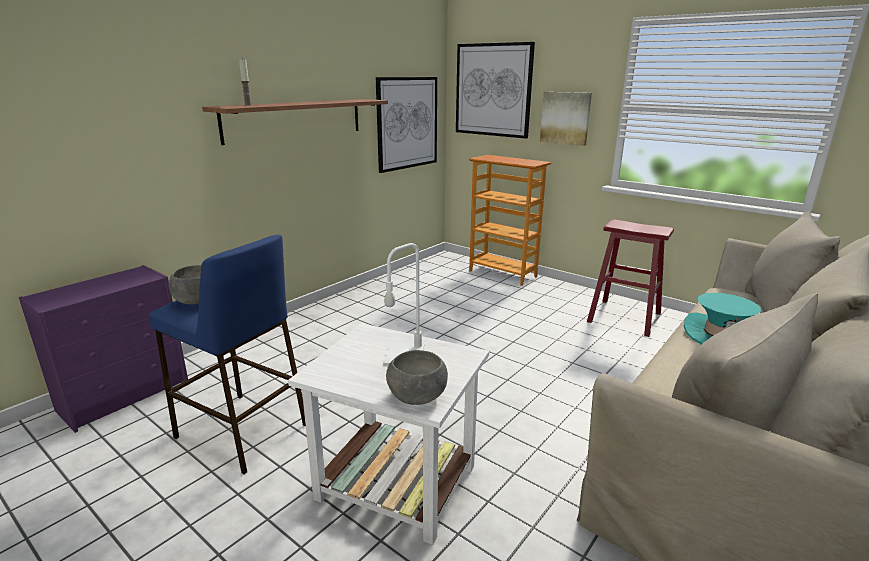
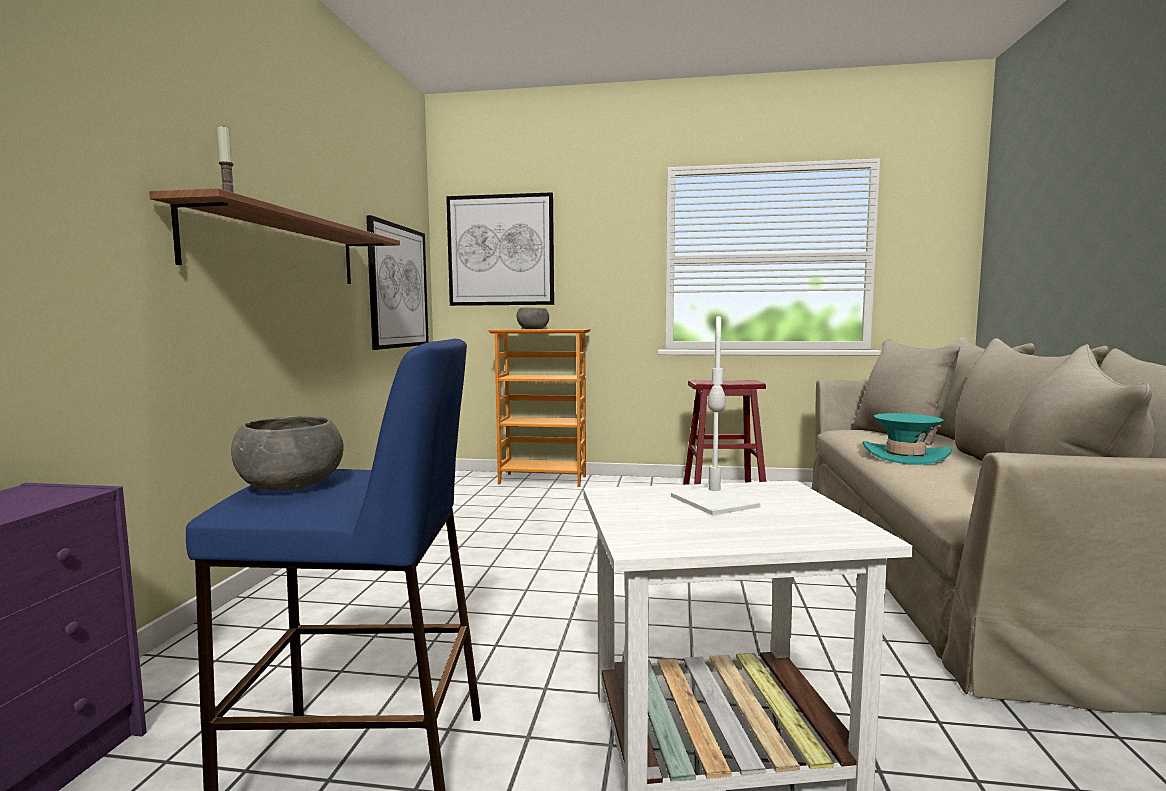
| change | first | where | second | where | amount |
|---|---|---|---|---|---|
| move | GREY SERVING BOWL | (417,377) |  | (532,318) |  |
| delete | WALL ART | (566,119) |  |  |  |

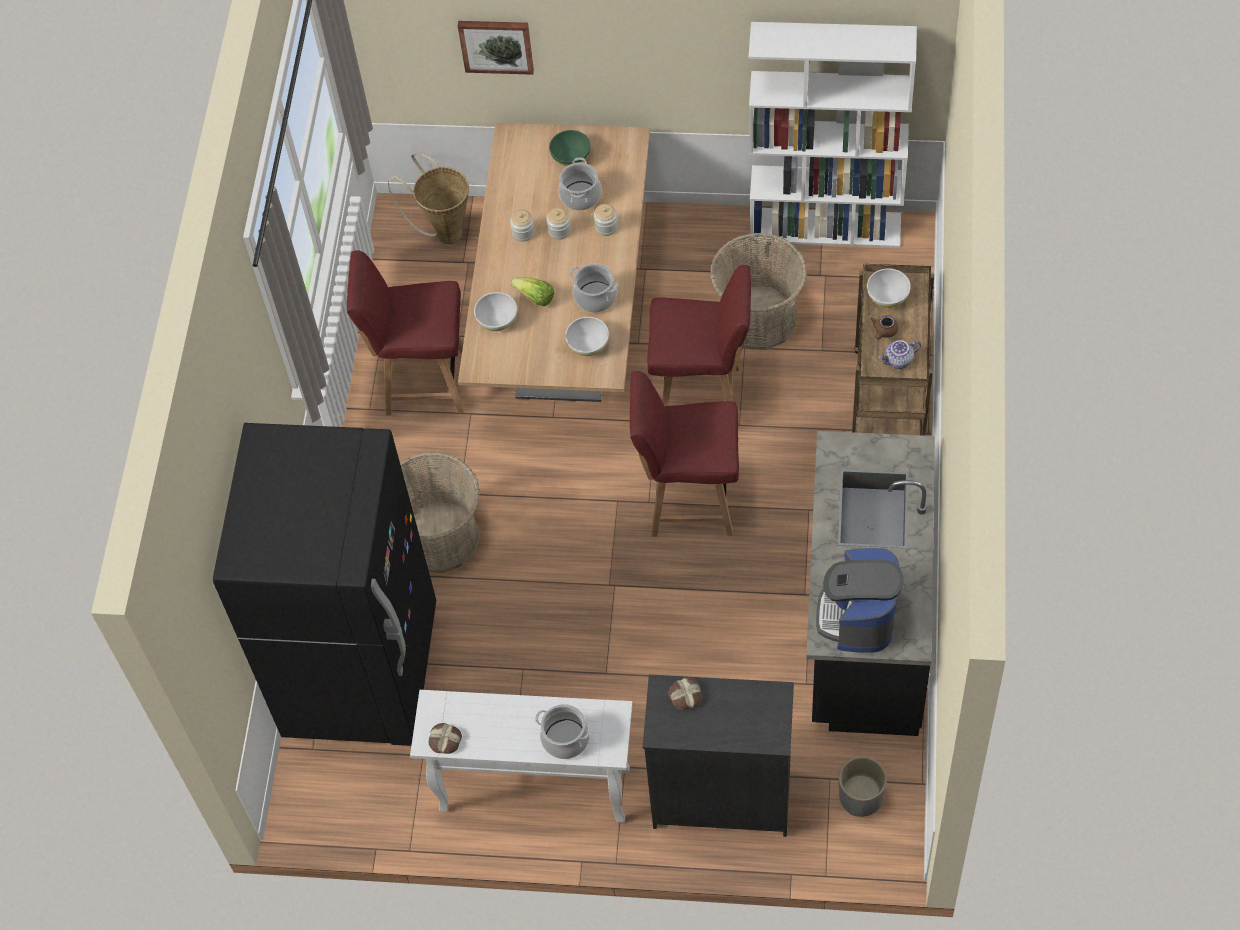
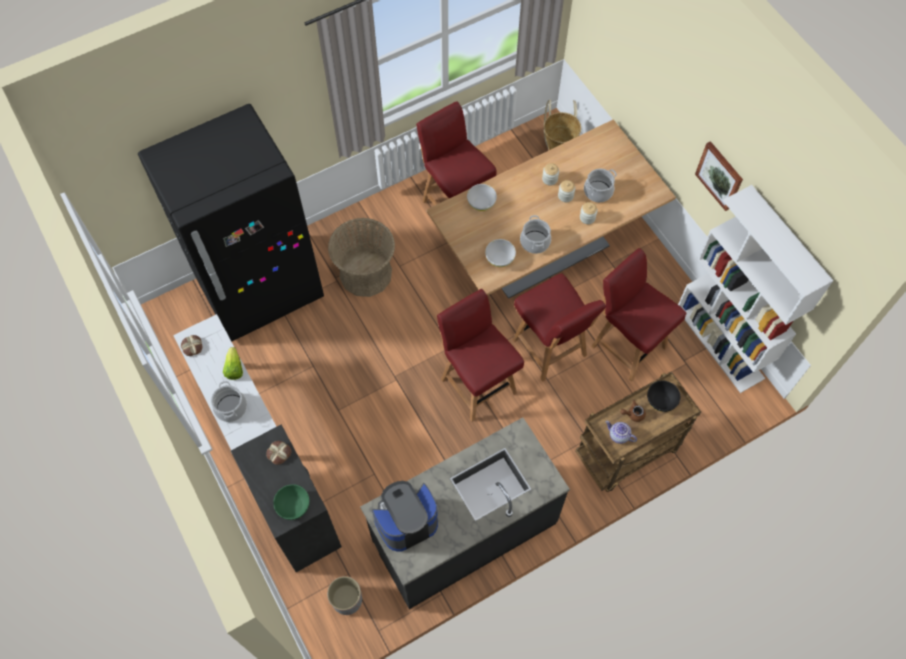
| change | first | where | second | where | amount |
|---|---|---|---|---|---|
| move | WALL ART | (496,48) |  | (719,176) |  |
| move | LETTUCE HEAD | (532,291) |  | (233,363) |  |
| move | GREEN SERVING BOWL | (570,148) |  | (291,502) |  |
| replace | HOUSEHOLD BASKET | (758,291) | RED CHAIR | (638,315) |  |
| recolor | WHITE SERVING BOWL | (889,288) | BLACK-COLOURED SERVING BOWL | (663,396) |  |

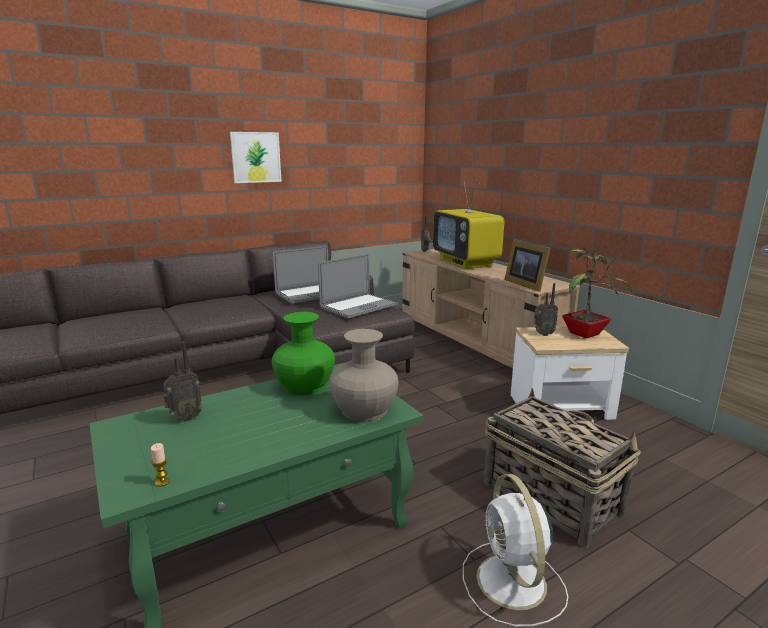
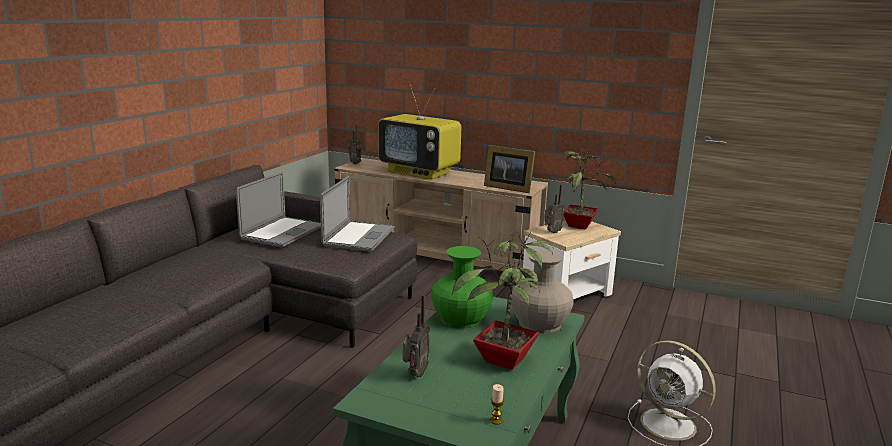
| change | first | where | second | where | amount |
|---|---|---|---|---|---|
| delete | WALL ART | (256,157) |  |  |  |
| delete | HOUSEHOLD BASKET | (562,468) |  |  |  |
| insert |  |  | PLANT IN A POT | (503,300) |  |

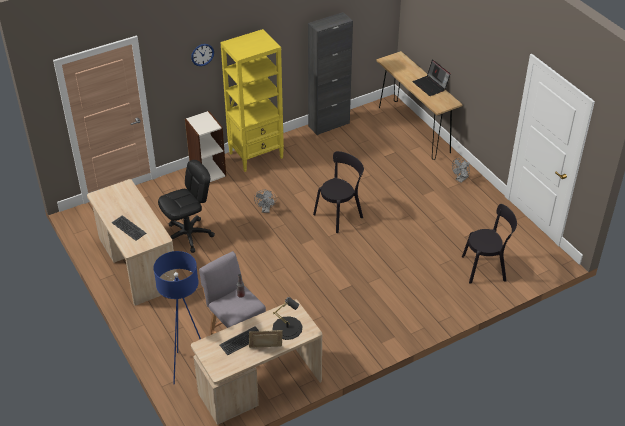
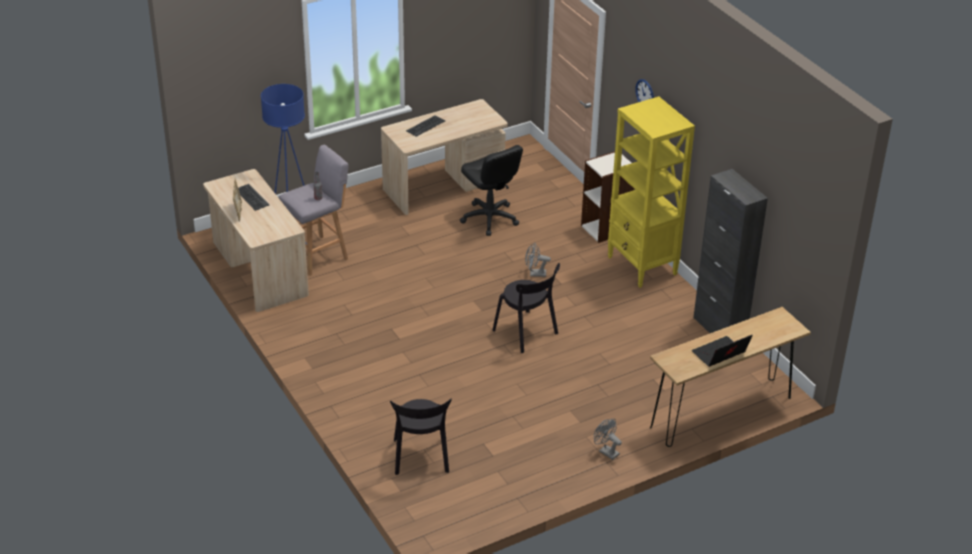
| change | first | where | second | where | amount |
|---|---|---|---|---|---|
| delete | BLACK-COLOURED TABLE LAMP | (287,318) |  |  |  |

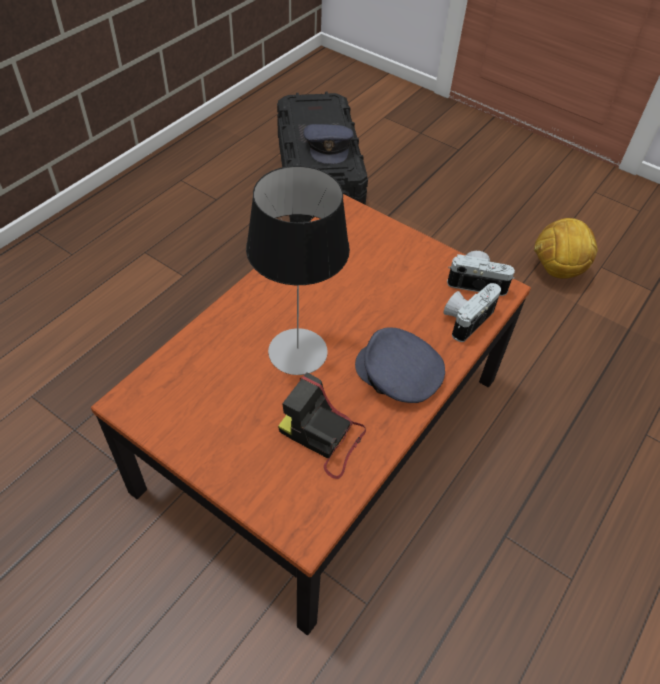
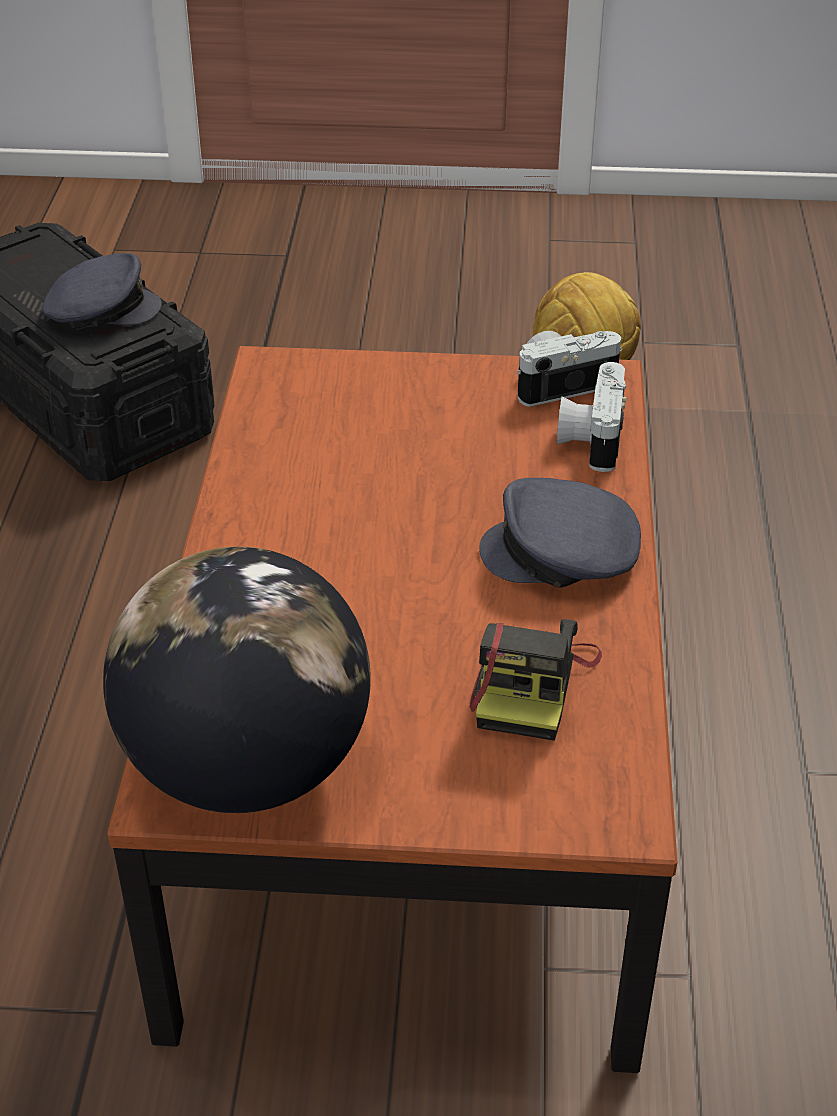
| change | first | where | second | where | amount |
|---|---|---|---|---|---|
| delete | TABLE LAMP | (298,270) |  |  |  |
| rotate | PHOTO CAMERA | (322,425) |  | (535,680) | 75 degrees counterclockwise |
| rotate | GREY PEAKED CAP | (328,144) |  | (102,291) | 60 degrees counterclockwise |
| insert |  |  | DESK GLOBE | (237,680) |  |

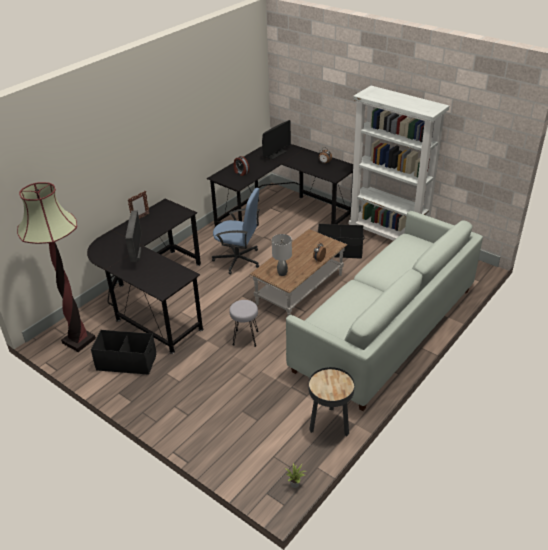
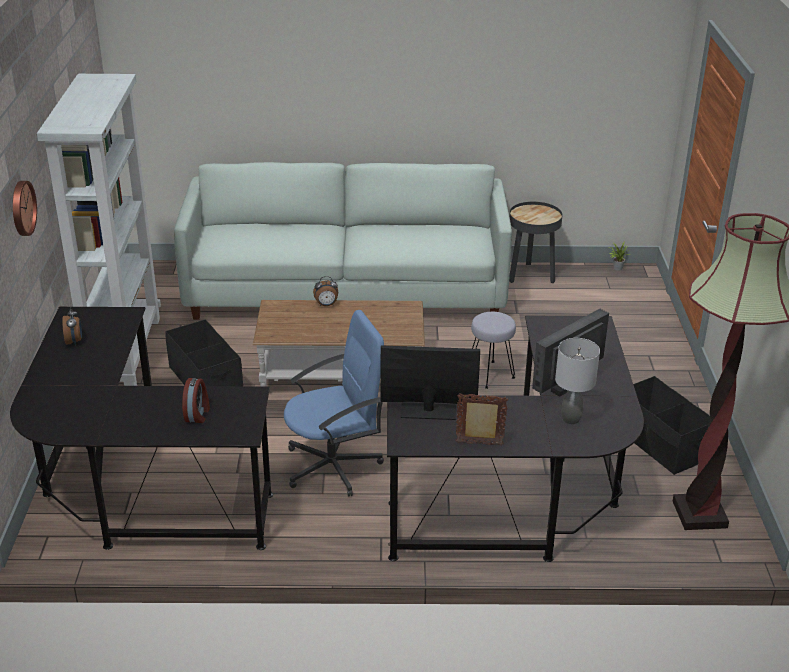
| change | first | where | second | where | amount |
|---|---|---|---|---|---|
| rotate | BLUE COMPUTER CHAIR | (236,231) |  | (334,403) | 90 degrees clockwise |
| move | MONITOR | (276,139) |  | (430,382) |  |
| move | GREY TABLE LAMP | (282,255) |  | (577,381) |  |
| insert |  |  | CLOCK ON THE WALL | (25,208) |  |

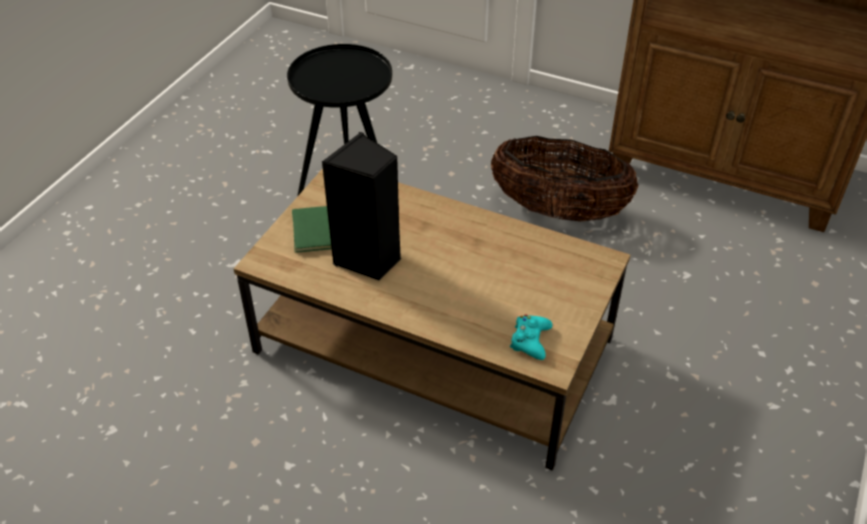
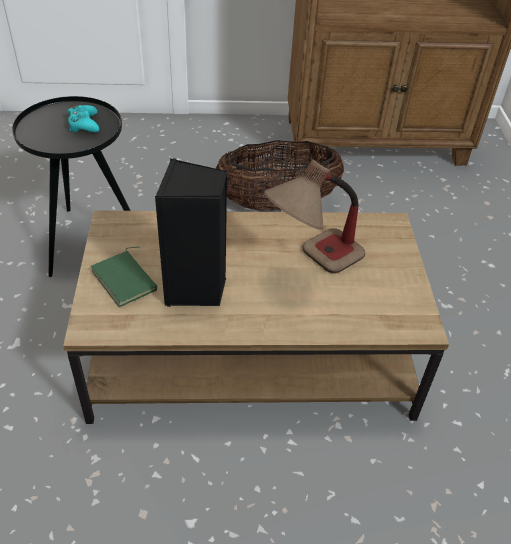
| change | first | where | second | where | amount |
|---|---|---|---|---|---|
| move | TURQUOISE JOYPAD | (531,337) |  | (83,118) |  |
| insert |  |  | TABLE LAMP | (314,216) |  |

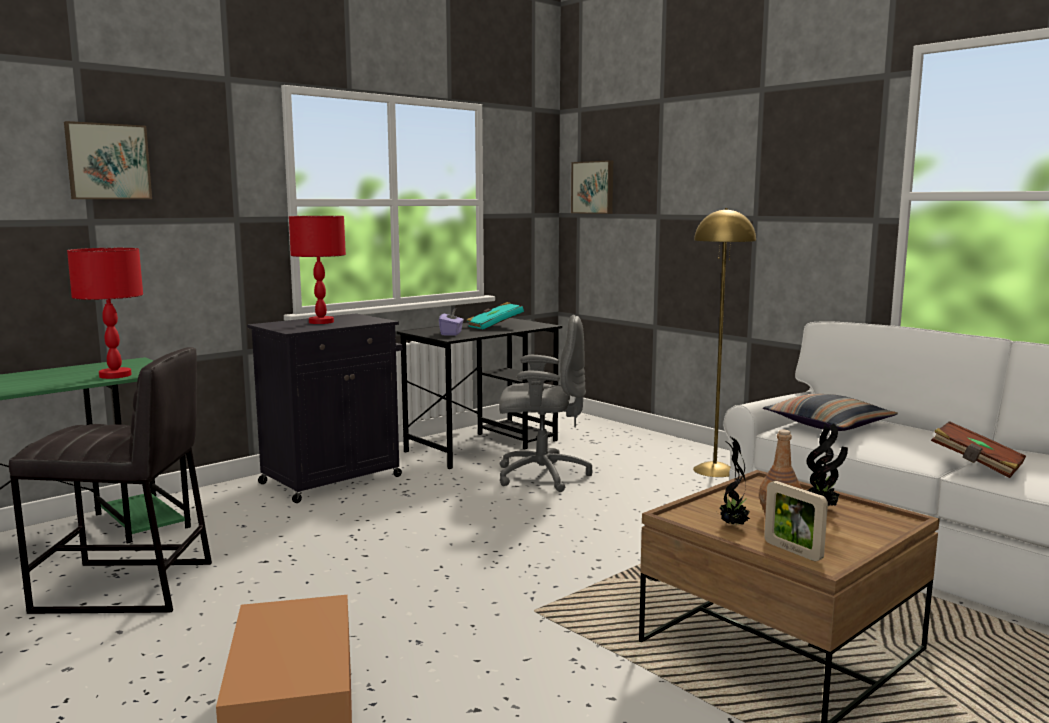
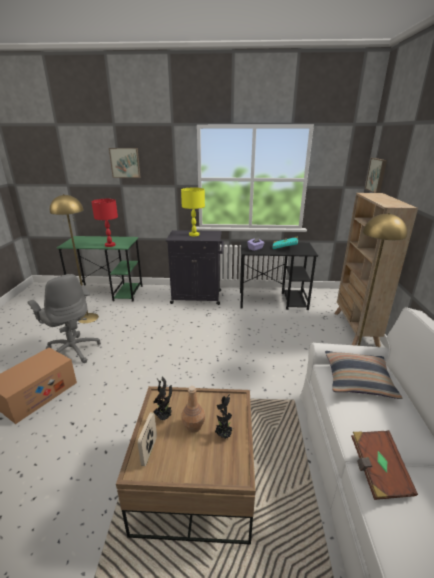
| change | first | where | second | where | amount |
|---|---|---|---|---|---|
| replace | GREY SITTING STOOL | (110,480) | YELLOWISH STANDING LAMP | (74,258) |  |
| recolor | RED TABLE LAMP | (317,270) | YELLOWISH TABLE LAMP | (193,211) |  |
| move | GREY COMPUTER CHAIR | (545,403) |  | (64,318) |  |
| insert |  |  | BEIGE BOOKCASE | (376,270) |  |

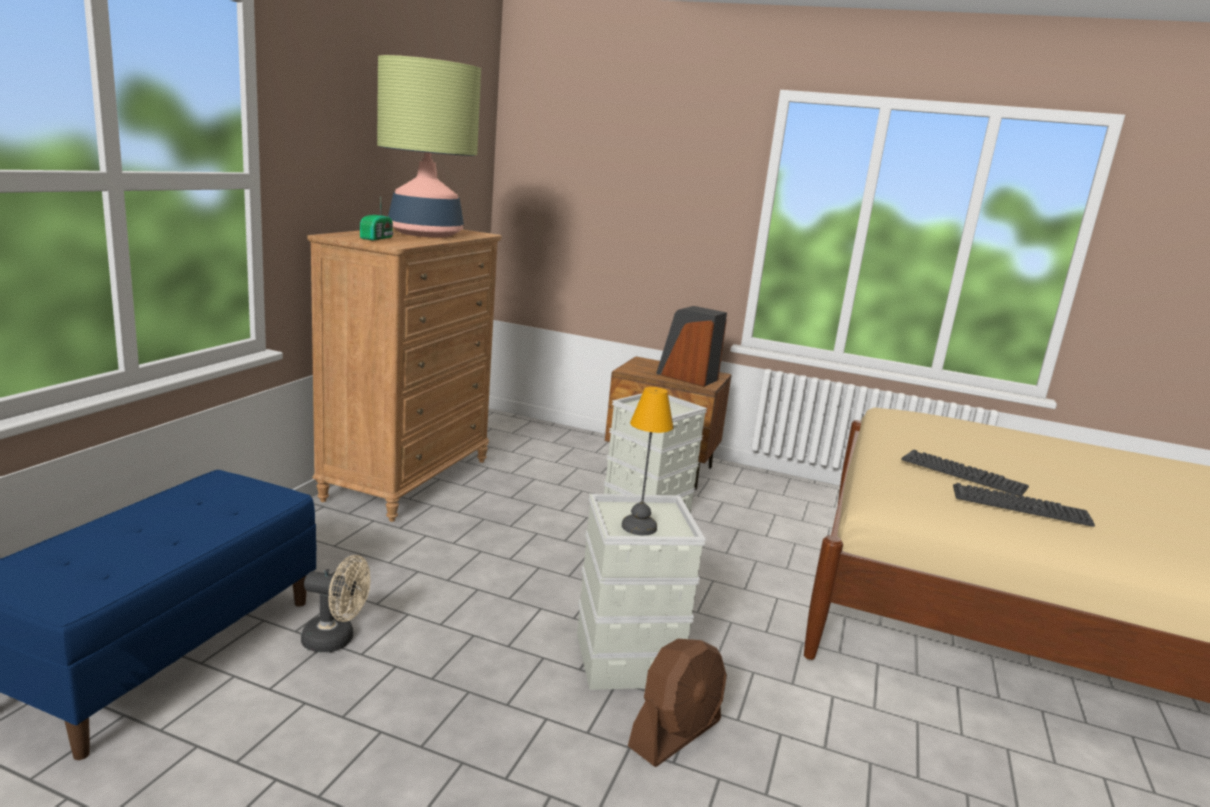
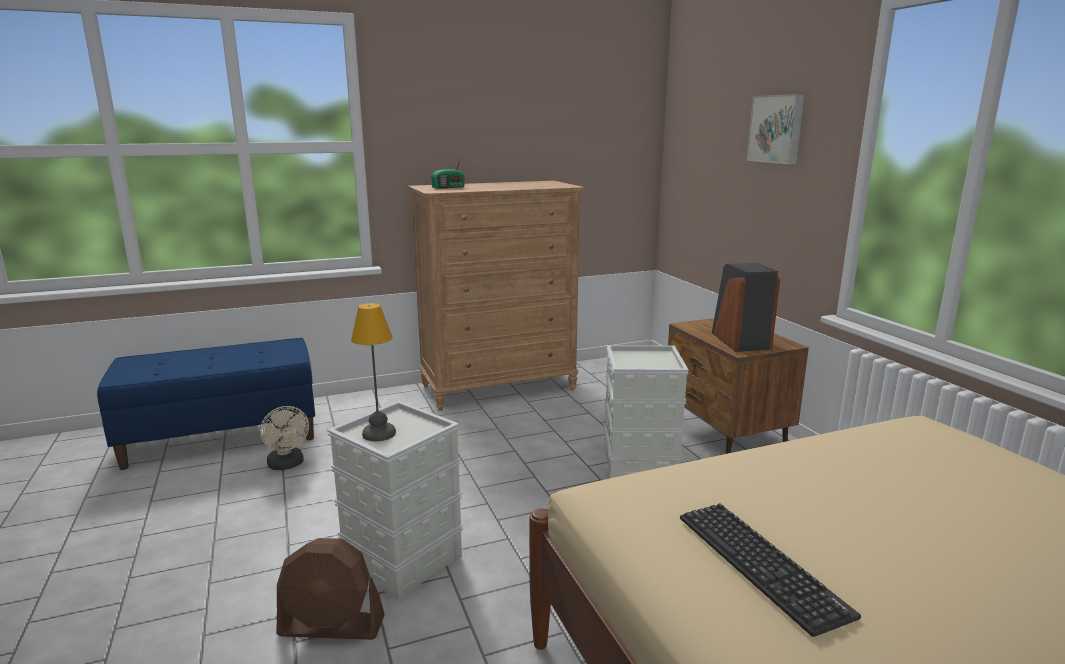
| change | first | where | second | where | amount |
|---|---|---|---|---|---|
| delete | TABLE LAMP | (429,146) |  |  |  |
| delete | KEYBOARD | (965,473) |  |  |  |
| insert |  |  | WALL ART | (776,129) |  |

